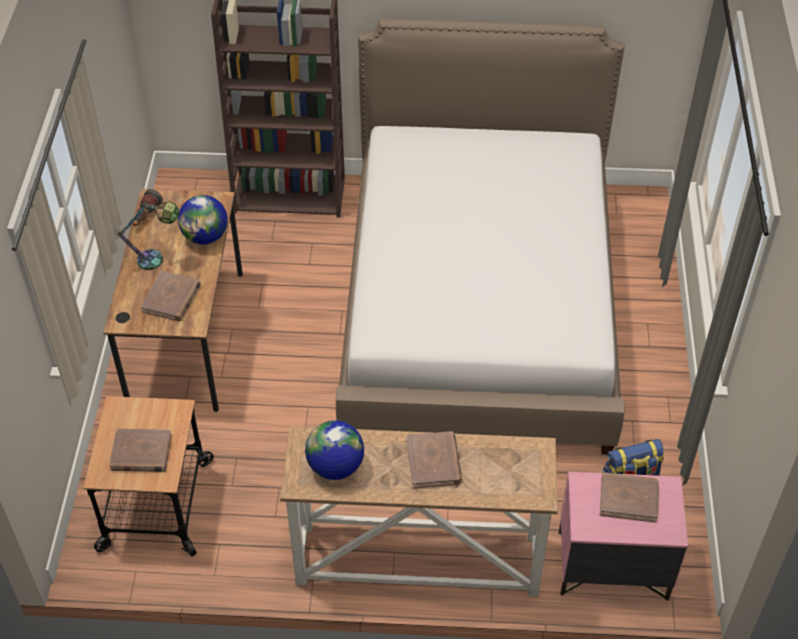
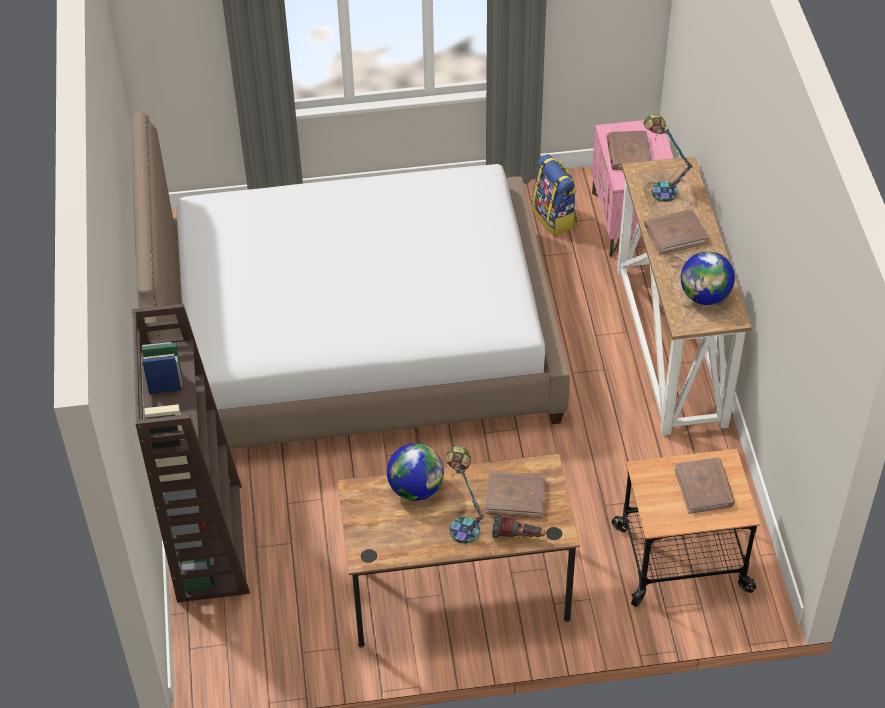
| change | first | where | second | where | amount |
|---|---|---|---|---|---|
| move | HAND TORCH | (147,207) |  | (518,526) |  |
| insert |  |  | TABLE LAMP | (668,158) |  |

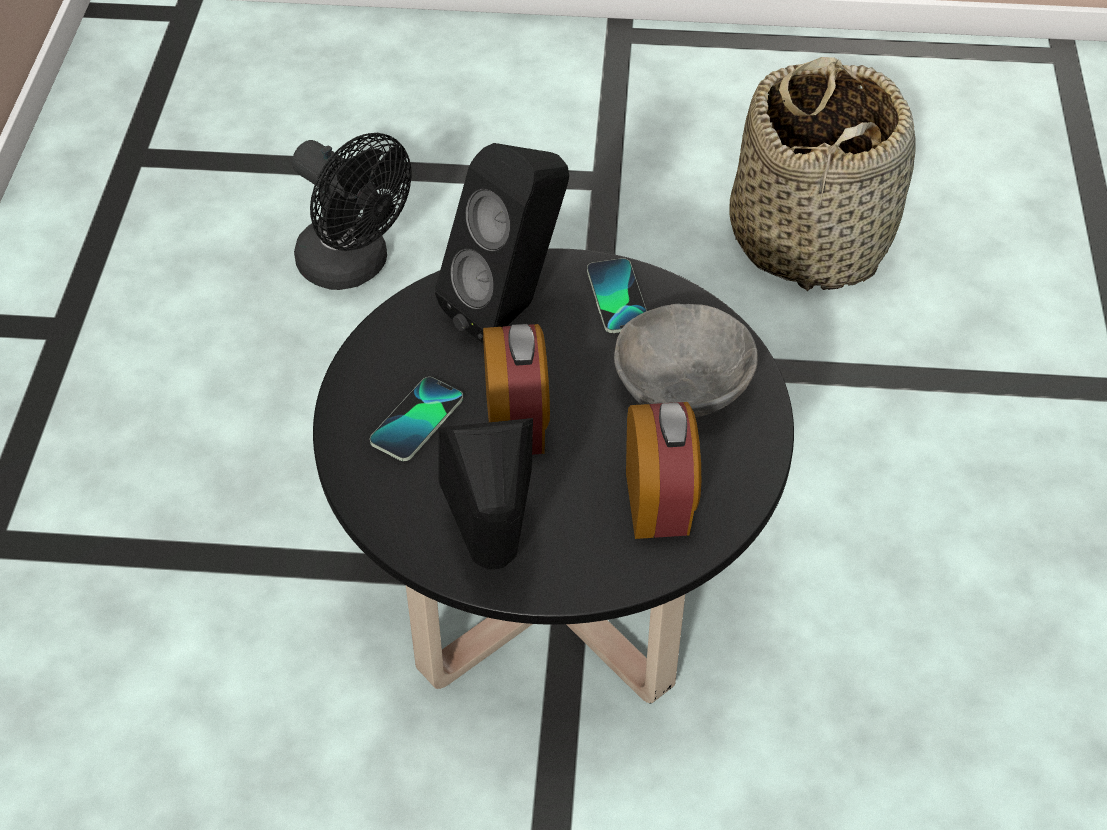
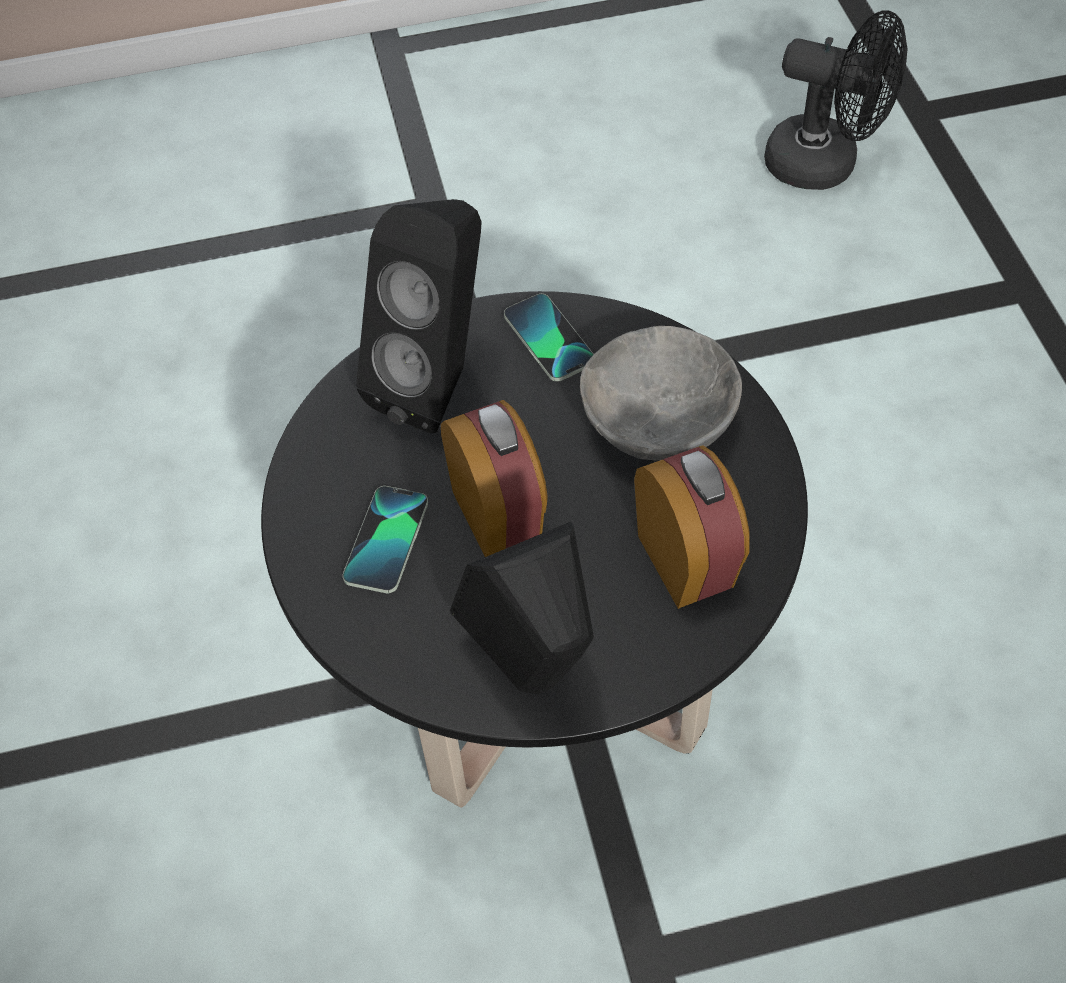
| change | first | where | second | where | amount |
|---|---|---|---|---|---|
| move | BLACK-COLOURED FAN | (352,211) |  | (835,100) |  |
| delete | HOUSEHOLD BASKET | (822,174) |  |  |  |

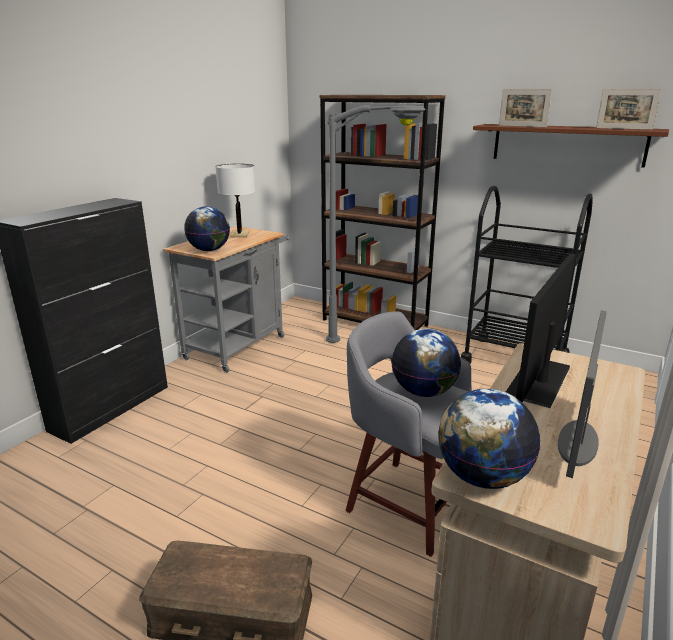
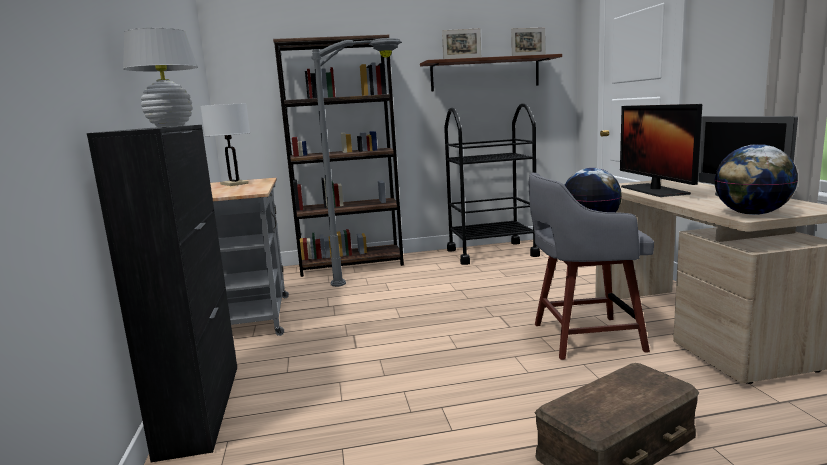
| change | first | where | second | where | amount |
|---|---|---|---|---|---|
| delete | DESK GLOBE | (207,228) |  |  |  |
| insert |  |  | WHITE TABLE LAMP | (160,77) |  |

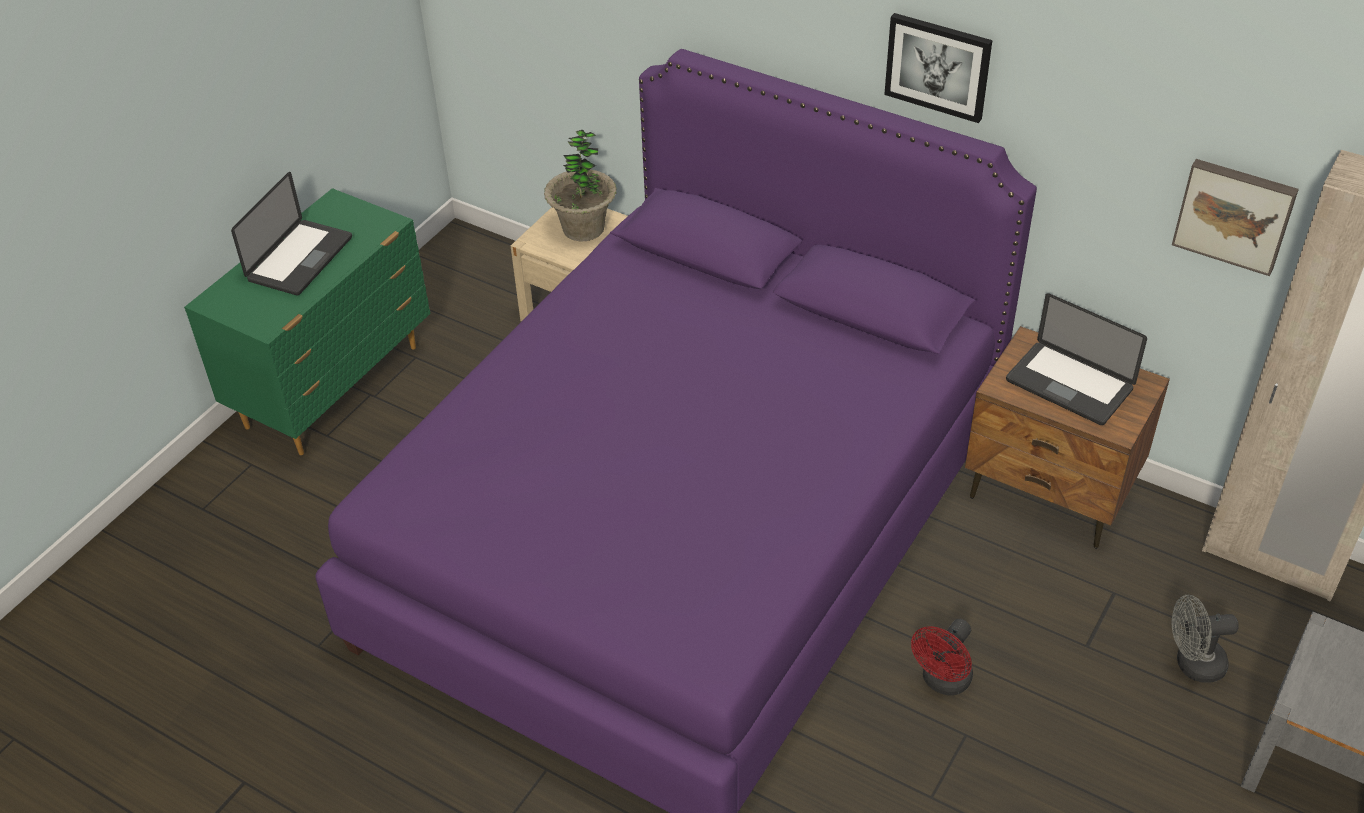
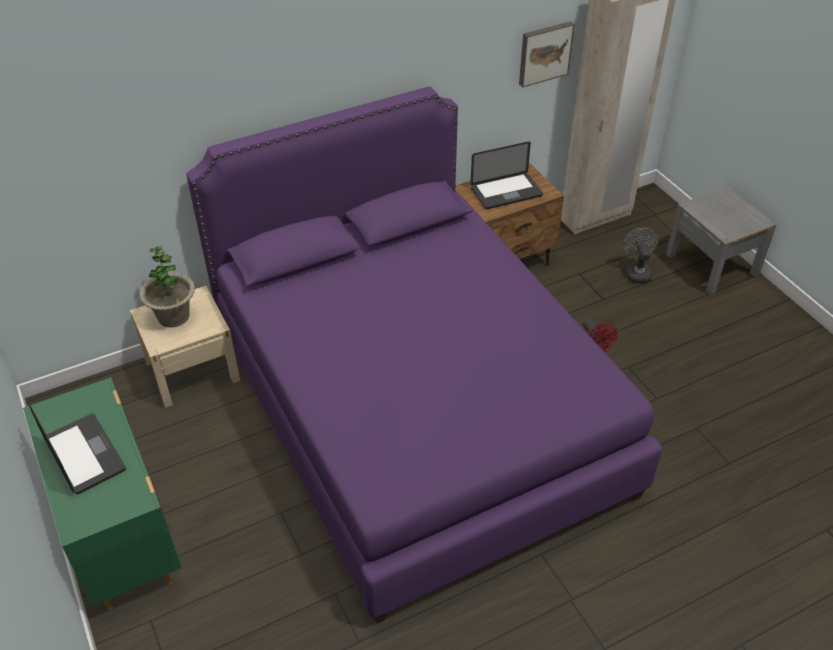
| change | first | where | second | where | amount |
|---|---|---|---|---|---|
| delete | WALL ART | (938,68) |  |  |  |
| rotate | GREY FAN | (1205,639) |  | (640,256) | 150 degrees clockwise |

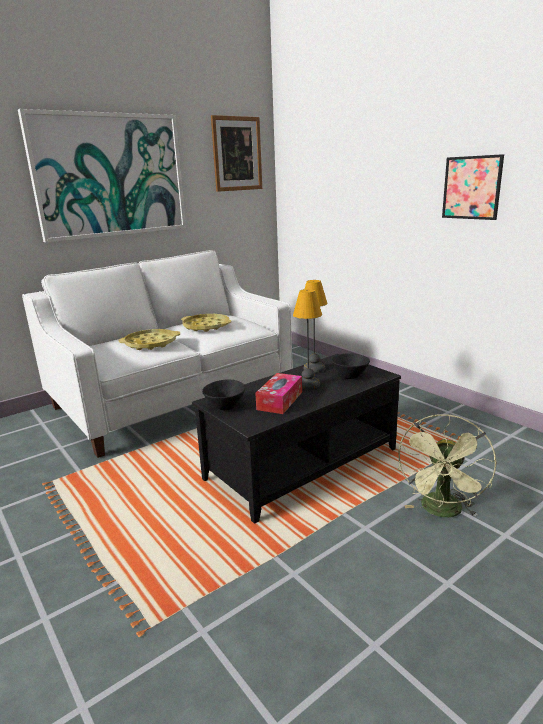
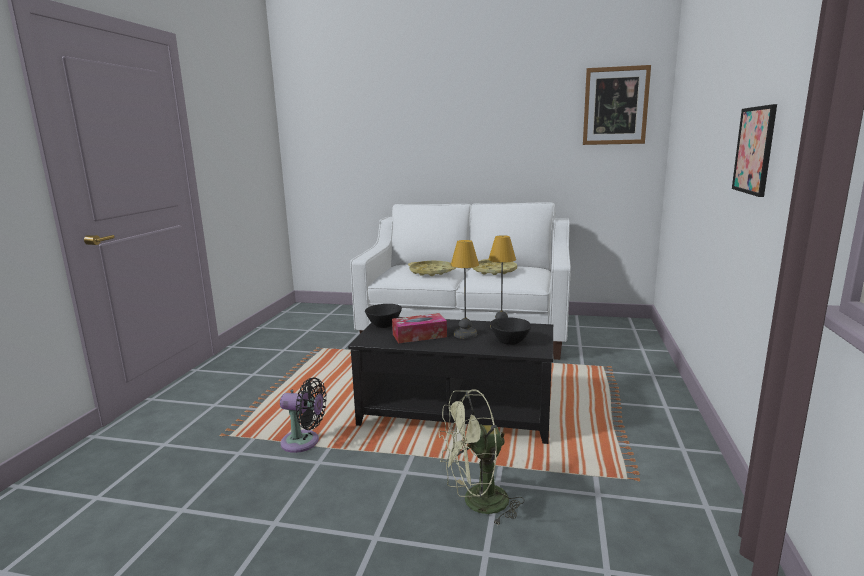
| change | first | where | second | where | amount |
|---|---|---|---|---|---|
| delete | WALL ART | (102,176) |  |  |  |
| insert |  |  | BLACK-COLOURED FAN | (303,415) |  |

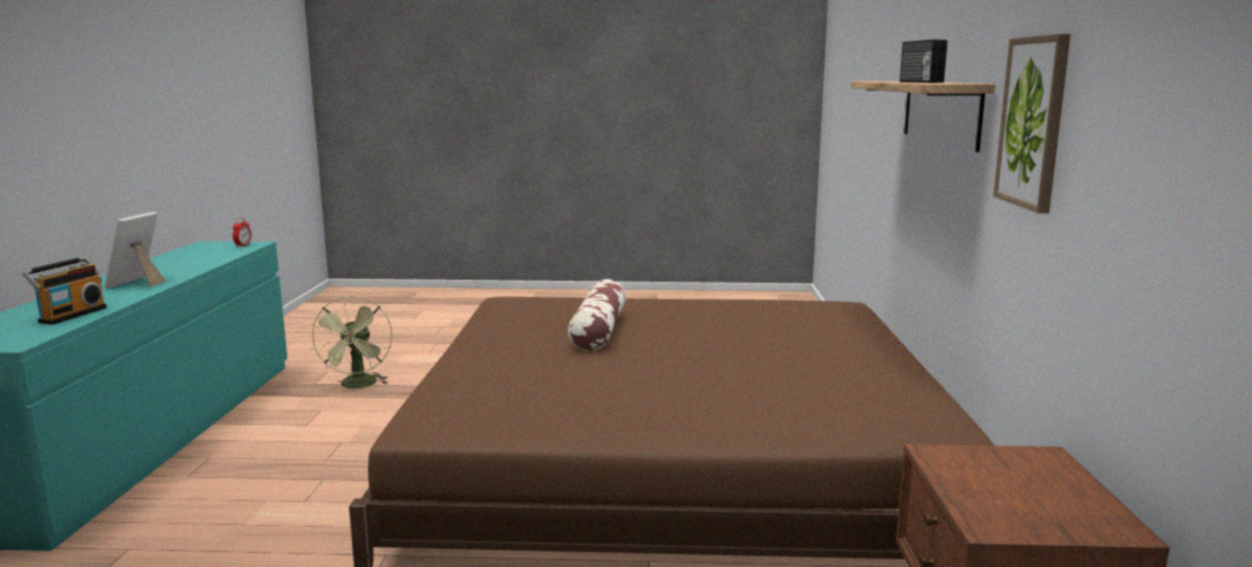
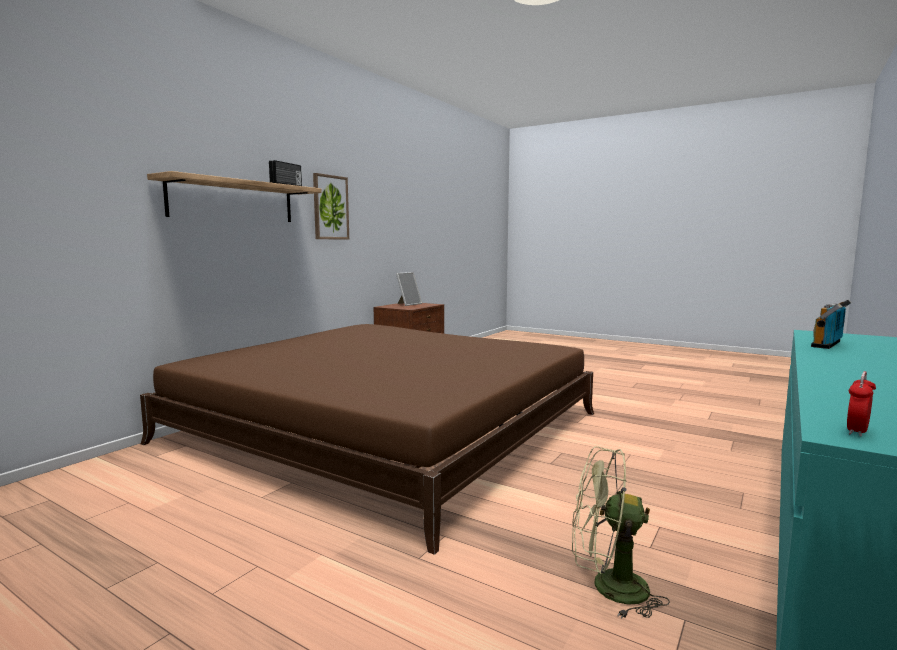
| change | first | where | second | where | amount |
|---|---|---|---|---|---|
| move | STANDING FRAME | (135,250) |  | (409,289) |  |
| rotate | GREEN FAN | (351,341) |  | (621,532) | 105 degrees counterclockwise |
| delete | CUSHION | (597,315) |  |  |  |

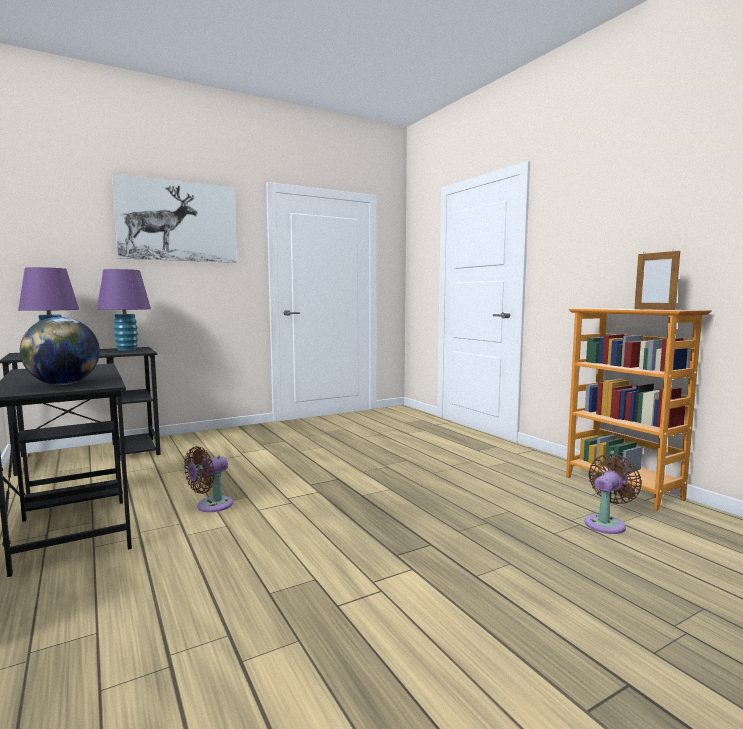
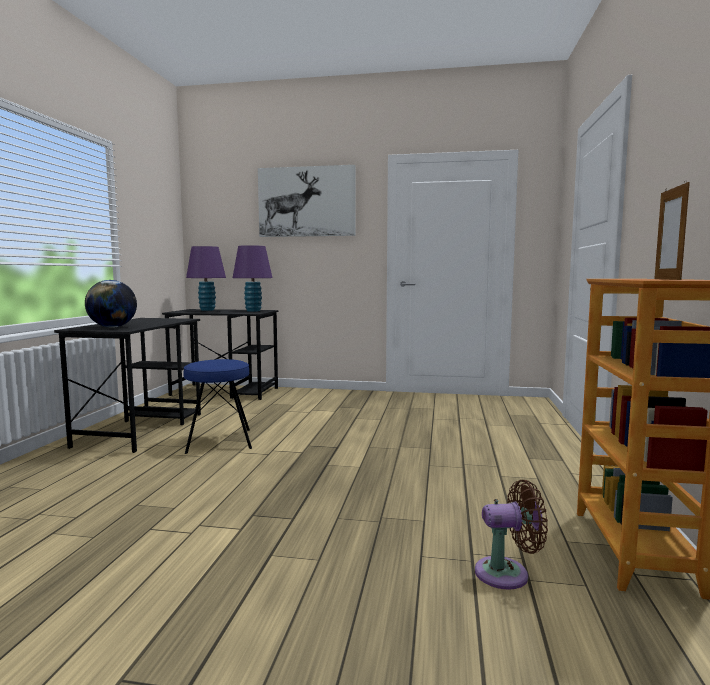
| change | first | where | second | where | amount |
|---|---|---|---|---|---|
| replace | BROWNISH FAN | (208,479) | BLUE SITTING STOOL | (218,406) |  |

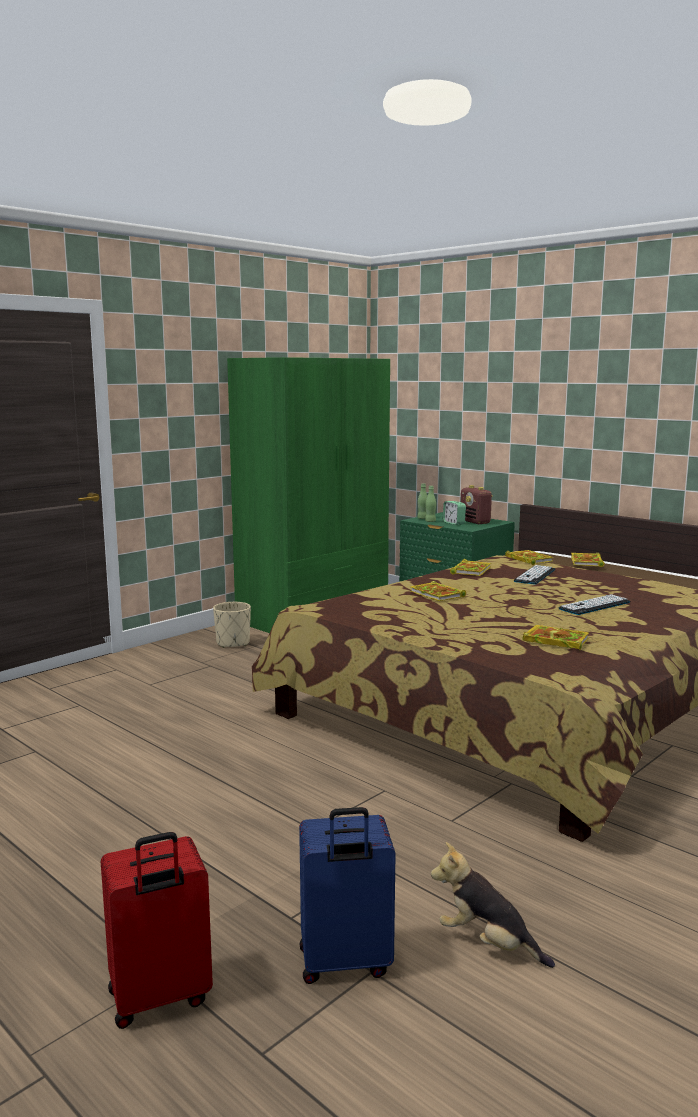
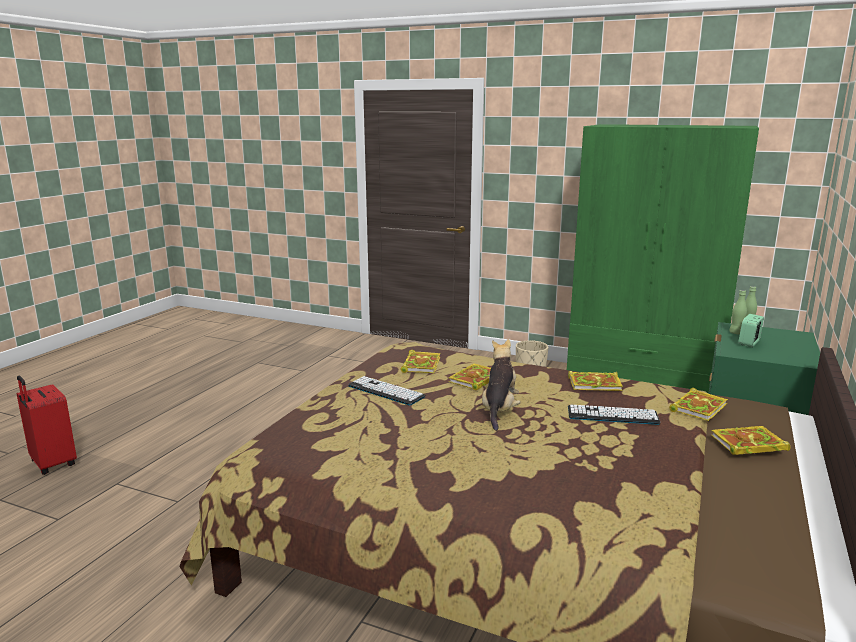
| change | first | where | second | where | amount |
|---|---|---|---|---|---|
| delete | BLUE PIECE OF LUGGAGE | (347,895) |  |  |  |
| move | SOFT TOY | (493,905) |  | (501,385) |  |
| delete | RADIO | (477,504) |  |  |  |
| move | VOLUME | (556,637) |  | (420,361) |  |
| move | KEYBOARD | (594,604) |  | (387,390) |  |

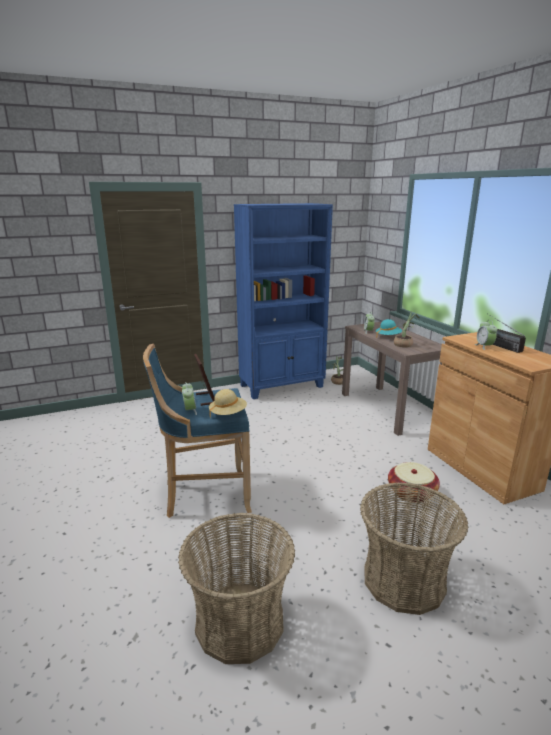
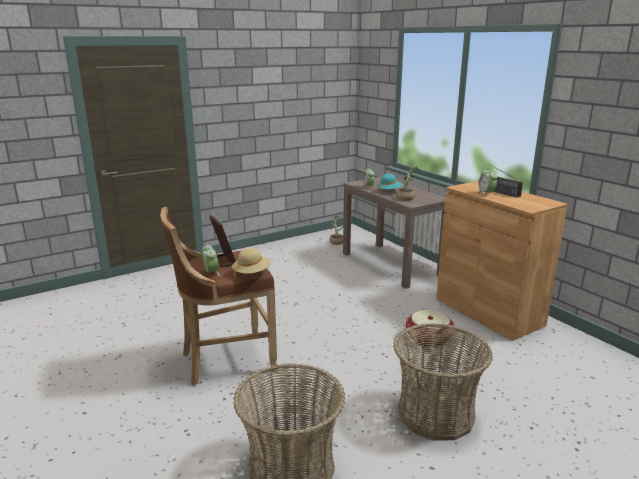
| change | first | where | second | where | amount |
|---|---|---|---|---|---|
| recolor | BLUE SITTING STOOL | (197,431) | BROWNISH SITTING STOOL | (219,296) |  |
| delete | BLUE BOOKCASE | (283,301) |  |  |  |

